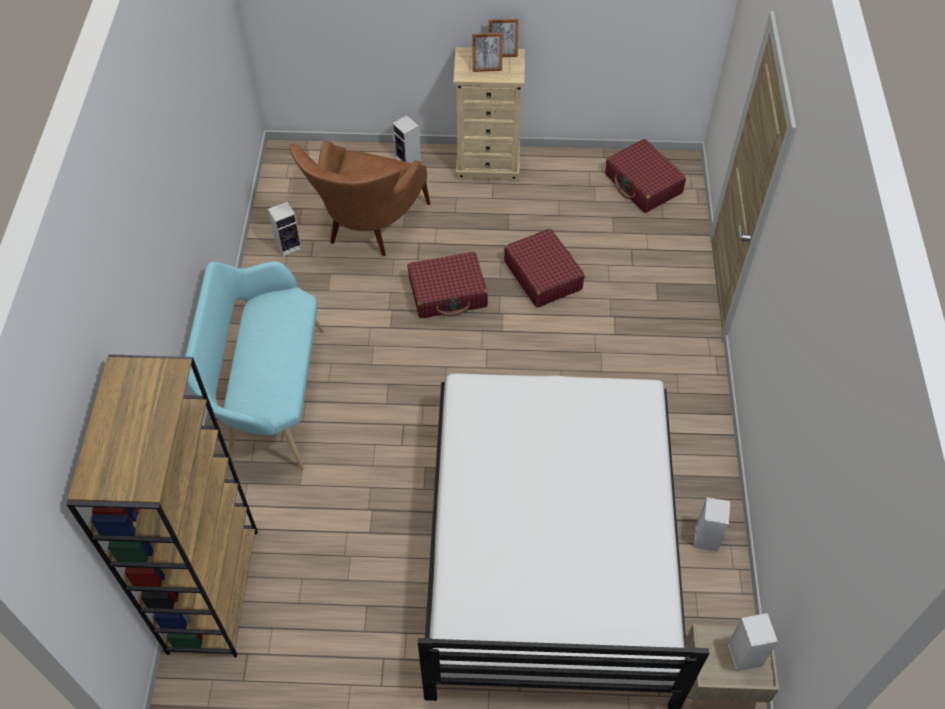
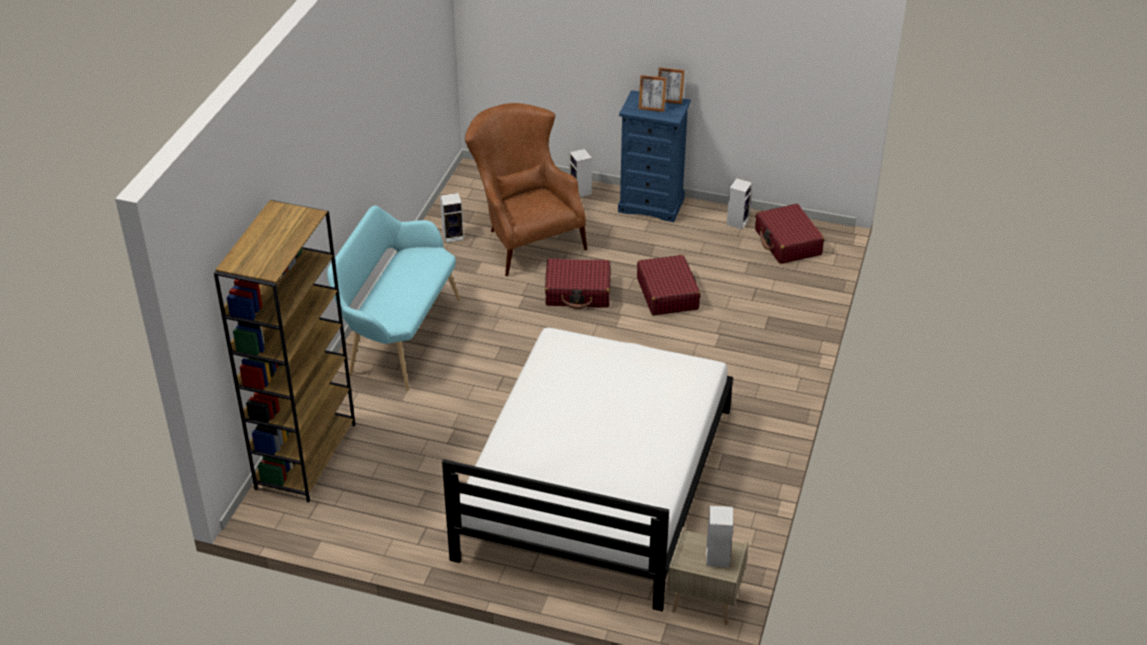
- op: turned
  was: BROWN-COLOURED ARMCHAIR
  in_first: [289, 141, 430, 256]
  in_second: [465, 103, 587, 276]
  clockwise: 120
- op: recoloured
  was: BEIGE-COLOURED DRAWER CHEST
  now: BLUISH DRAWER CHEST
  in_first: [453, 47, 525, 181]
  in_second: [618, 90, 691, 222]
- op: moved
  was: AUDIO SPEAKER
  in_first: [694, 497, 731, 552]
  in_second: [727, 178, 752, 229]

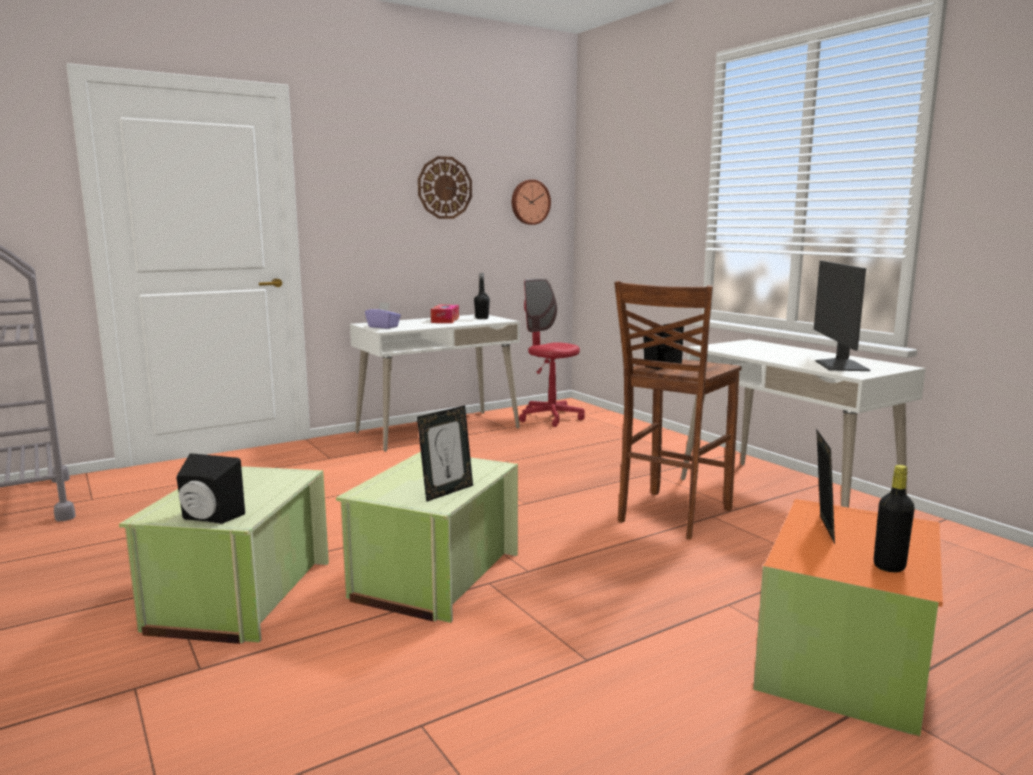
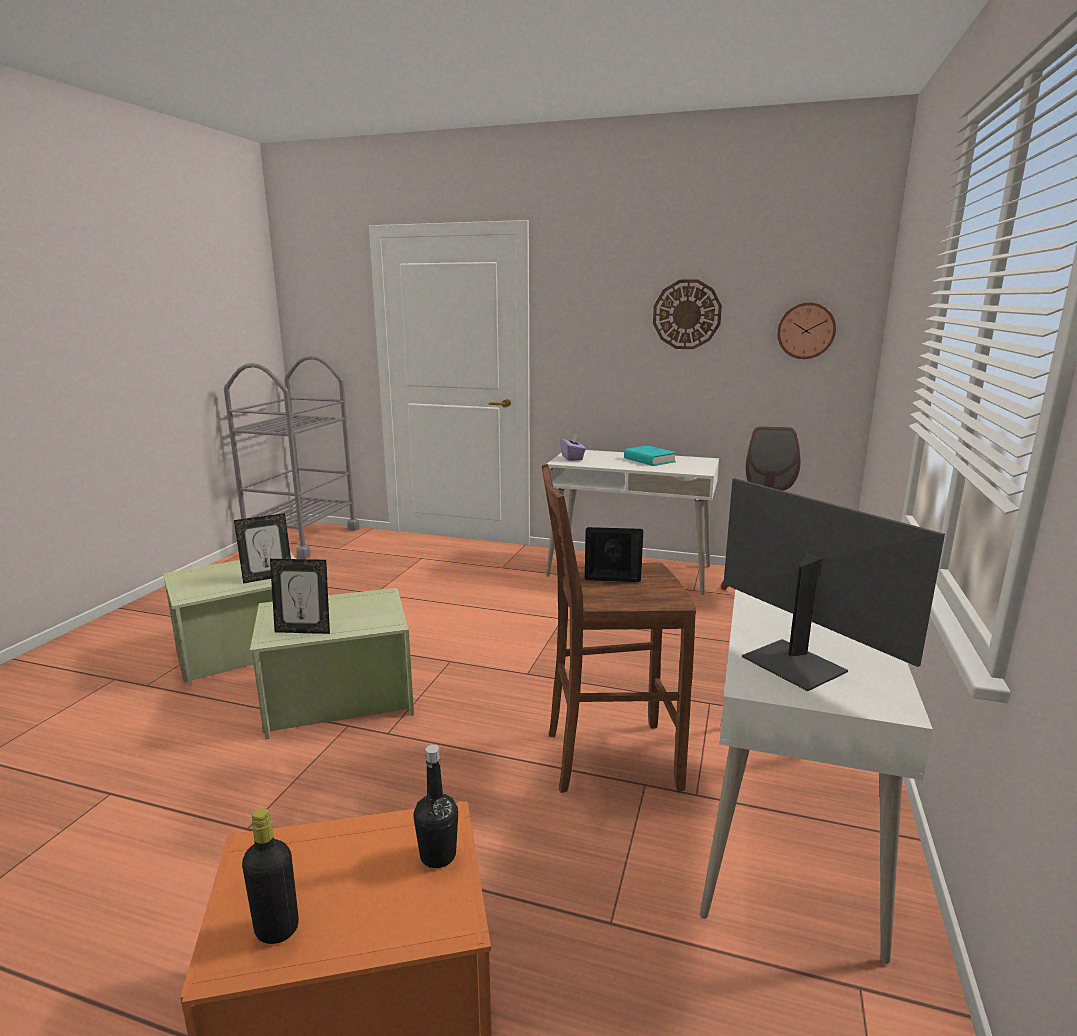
- op: removed
  was: BLACK AUDIO SPEAKER
  in_first: [176, 453, 245, 524]
- op: replaced
  was: TISSUE BOX
  now: BLUE-GREEN VOLUME
  in_first: [431, 305, 459, 323]
  in_second: [624, 445, 677, 466]
- op: moved
  was: BLACK DRINK BOTTLE
  in_first: [474, 273, 490, 319]
  in_second: [413, 745, 458, 868]
- op: turned
  was: COMPUTER DISPLAY
  in_first: [814, 261, 870, 371]
  in_second: [723, 478, 945, 691]
  clockwise: 90
- op: moved
  was: PHOTO FRAME
  in_first: [816, 429, 835, 544]
  in_second: [234, 513, 291, 583]

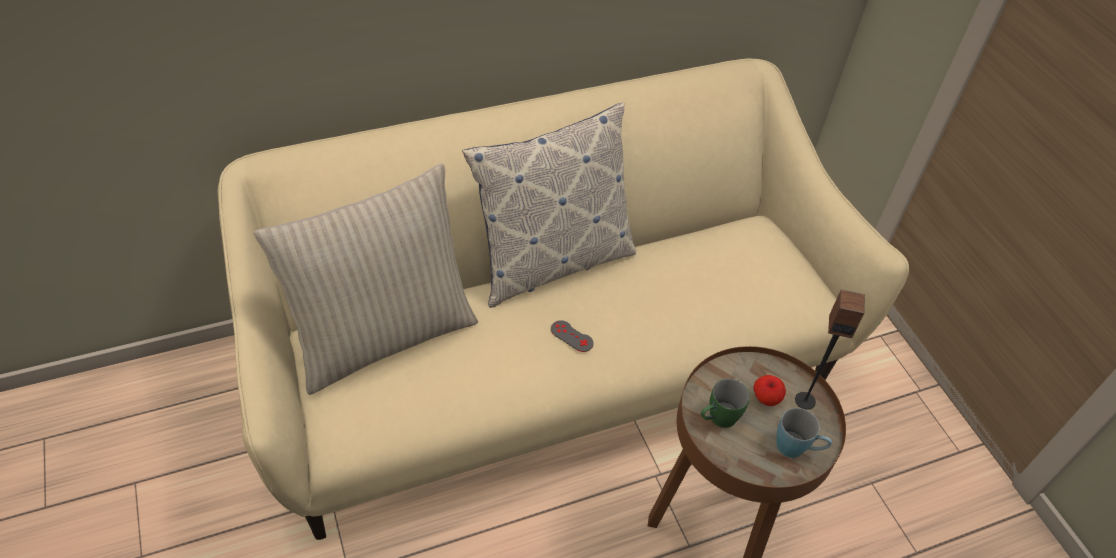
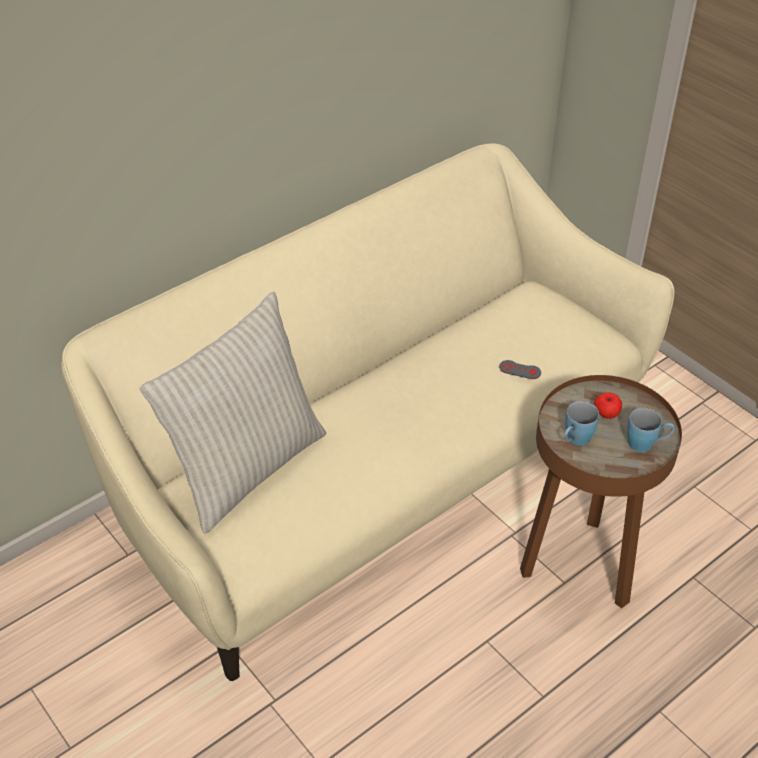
- op: removed
  was: PILLOW
  in_first: [462, 103, 636, 308]
- op: moved
  was: GRAY GAMEPAD
  in_first: [551, 320, 594, 352]
  in_second: [499, 360, 541, 379]
- op: recoloured
  was: GREENISH MUG
  now: BLUISH MUG
  in_first: [701, 378, 750, 428]
  in_second: [564, 401, 599, 446]
- op: removed
  was: AUDIO SPEAKER
  in_first: [795, 289, 865, 410]

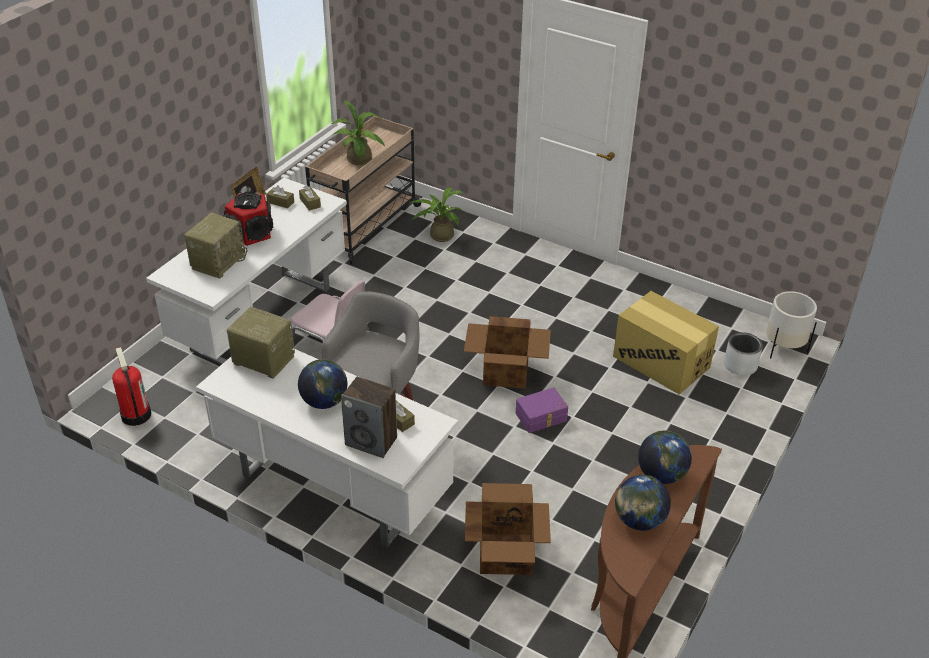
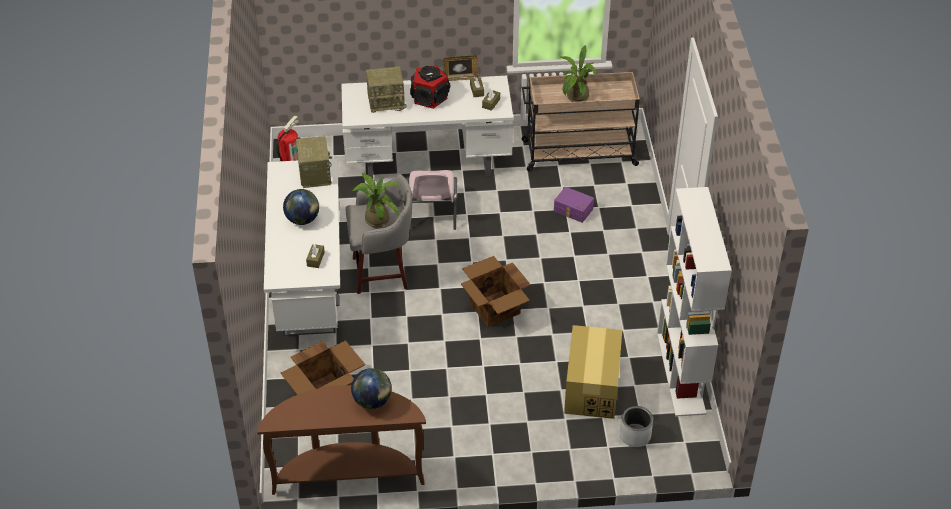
- op: removed
  was: AUDIO SPEAKER
  in_first: [341, 377, 397, 458]
- op: moved
  was: PLANT IN A POT
  in_first: [411, 187, 467, 242]
  in_second: [352, 173, 400, 228]
- op: moved
  was: PURPLISH STORAGE BIN
  in_first: [516, 388, 568, 433]
  in_second: [554, 187, 594, 223]
- op: removed
  was: DESK GLOBE
  in_first: [615, 475, 671, 531]
- op: removed
  was: WHITE PLANTER
  in_first: [766, 291, 817, 358]
- op: added
  now: WHITE BOOKSHELF
  in_second: [657, 187, 732, 417]

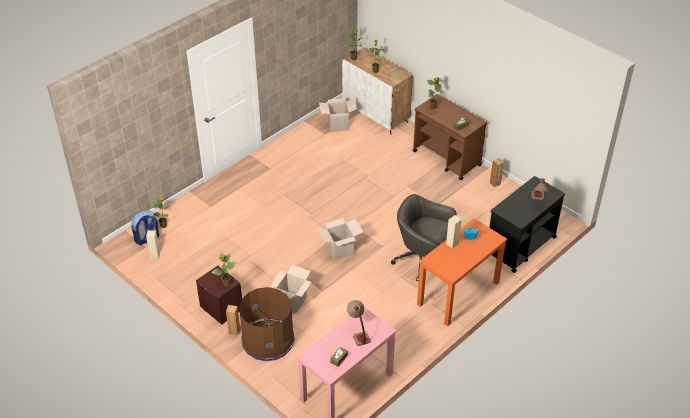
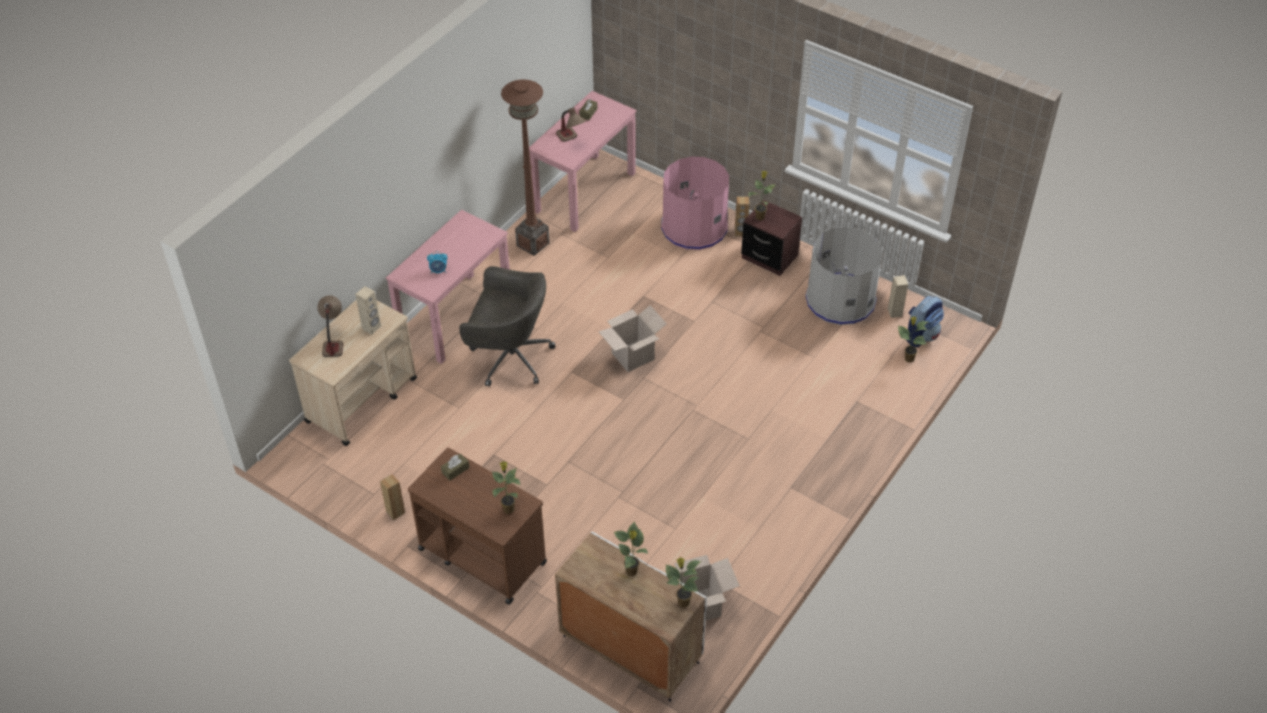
- op: recoloured
  was: BROWN-COLOURED TRASH CAN
  now: PINK TRASH CAN
  in_first: [239, 287, 295, 361]
  in_second: [661, 157, 729, 250]
- op: removed
  was: CARDBOARD BOX
  in_first: [271, 265, 312, 313]
- op: recoloured
  was: ORANGE DESK
  now: PINK DESK
  in_first: [417, 218, 507, 326]
  in_second: [386, 209, 510, 364]
- op: moved
  was: BEIGE-COLOURED AUDIO SPEAKER
  in_first: [446, 215, 462, 249]
  in_second: [355, 286, 381, 335]
- op: recoloured
  was: BLACK WHEELED CART
  now: BEIGE-COLOURED WHEELED CART
  in_first: [489, 176, 565, 273]
  in_second: [289, 300, 417, 446]
- op: added
  now: BROWN-COLOURED STANDING LAMP
  in_second: [501, 79, 550, 256]
- op: added
  now: GRAY TRASH CAN
  in_second: [806, 227, 883, 325]

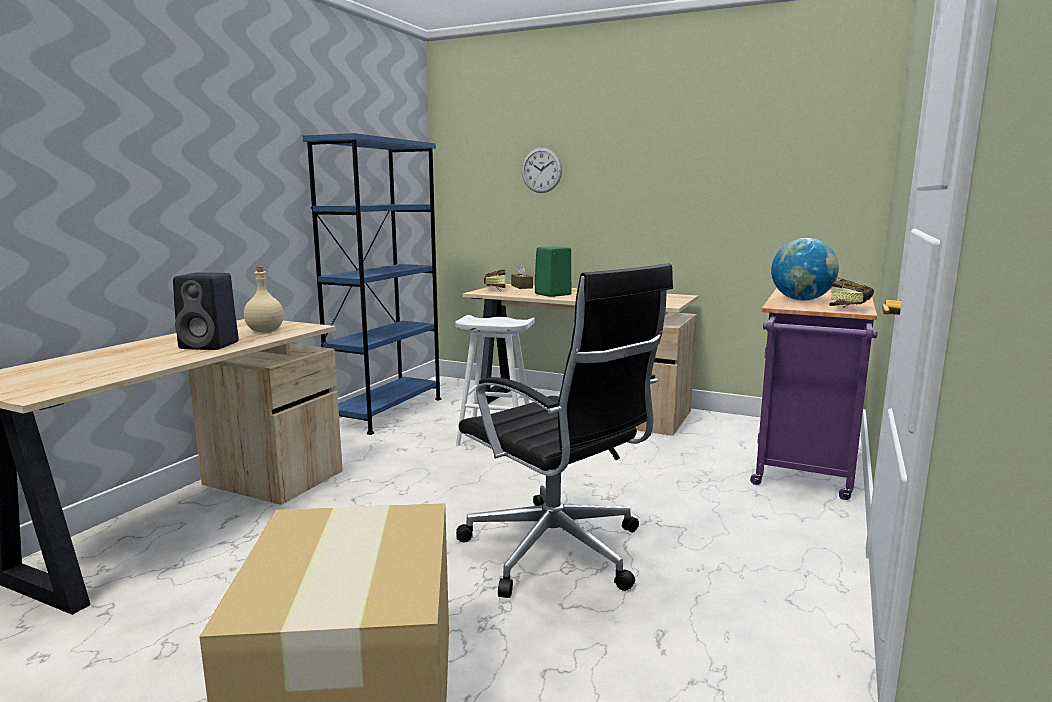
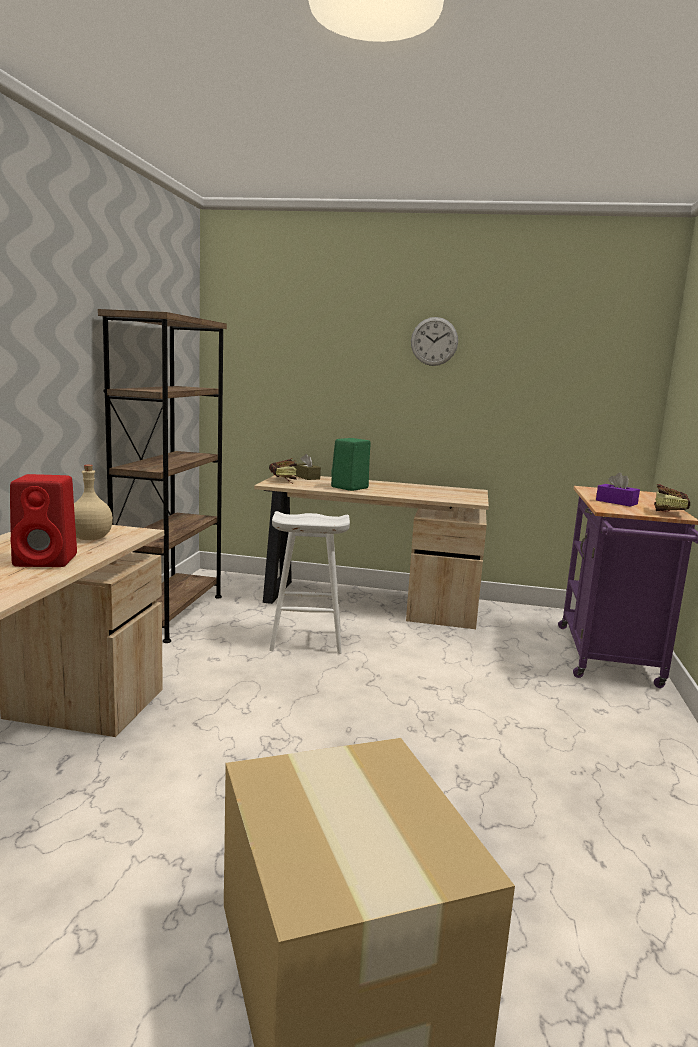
- op: recoloured
  was: BLACK AUDIO SPEAKER
  now: RED AUDIO SPEAKER
  in_first: [173, 272, 239, 350]
  in_second: [10, 474, 77, 567]
- op: recoloured
  was: BLUISH BOOKSHELF
  now: BROWN-COLOURED BOOKSHELF
  in_first: [303, 133, 441, 435]
  in_second: [98, 309, 227, 643]
- op: removed
  was: BLACK DESK CHAIR
  in_first: [456, 263, 673, 598]
- op: moved
  was: WALL CLOCK
  in_first: [522, 147, 562, 193]
  in_second: [411, 317, 458, 366]
- op: replaced
  was: DESK GLOBE
  now: PURPLISH TISSUE BOX
  in_first: [771, 238, 839, 301]
  in_second: [596, 473, 640, 507]

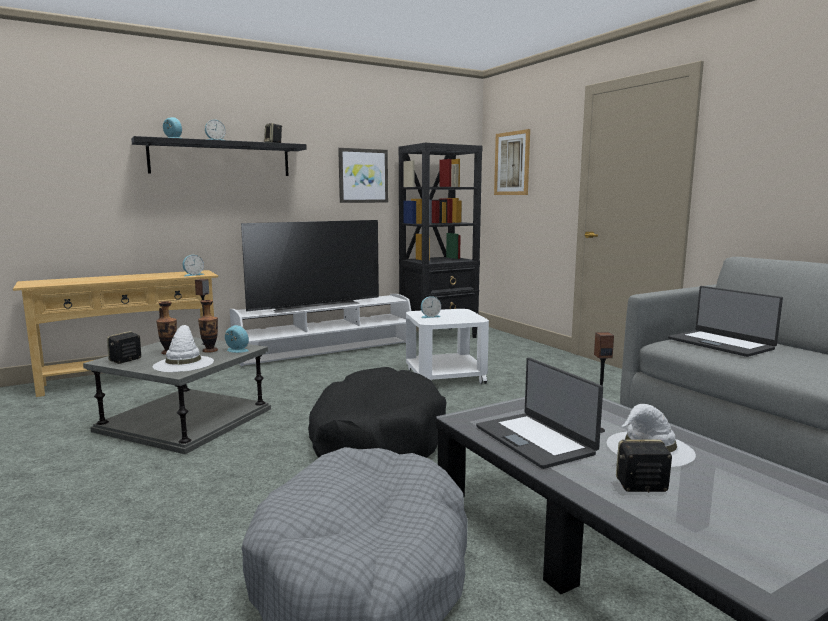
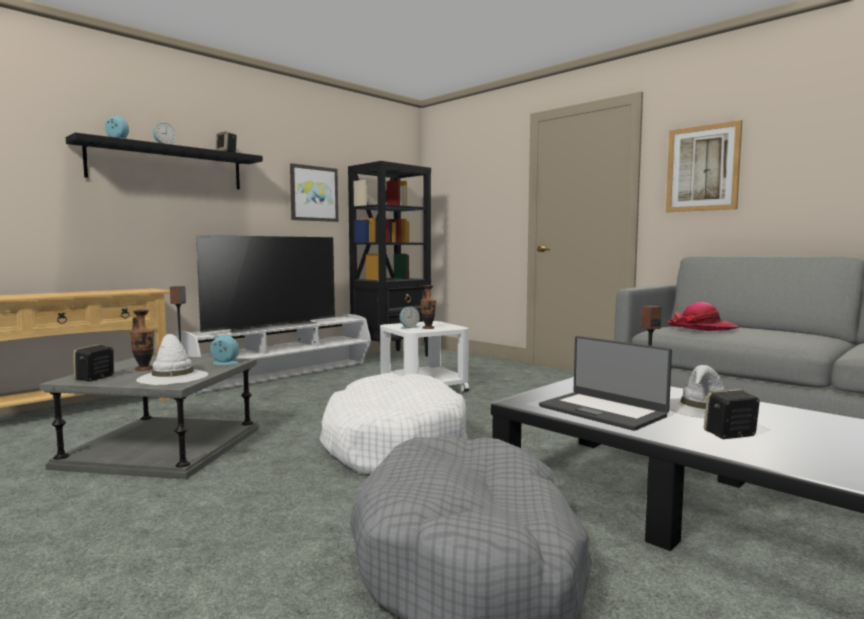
- op: removed
  was: BEDSIDE CLOCK
  in_first: [183, 255, 204, 276]
- op: moved
  was: FLOWER VASE
  in_first: [198, 300, 218, 353]
  in_second: [421, 285, 436, 329]
- op: recoloured
  was: BLACK DOG CUSHION
  now: WHITE DOG CUSHION
  in_first: [308, 367, 446, 458]
  in_second: [319, 373, 467, 474]
- op: moved
  was: PICTURE
  in_first: [494, 129, 530, 195]
  in_second: [666, 120, 742, 212]
- op: replaced
  was: LAPTOP
  now: HAT
  in_first: [668, 286, 783, 357]
  in_second: [666, 302, 739, 331]

